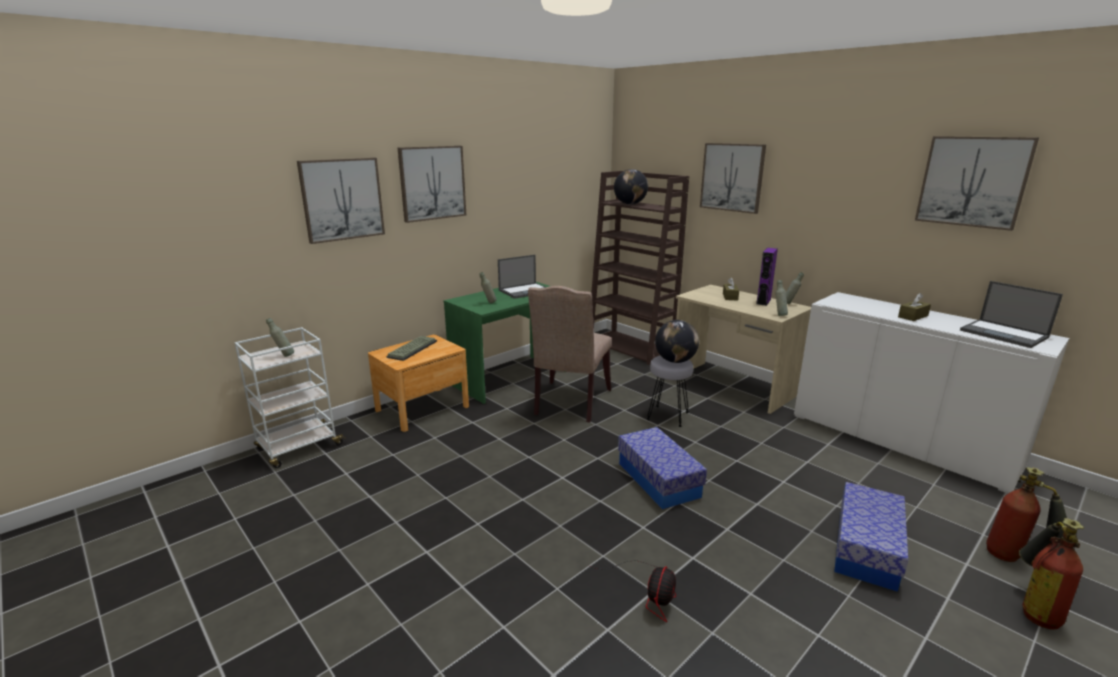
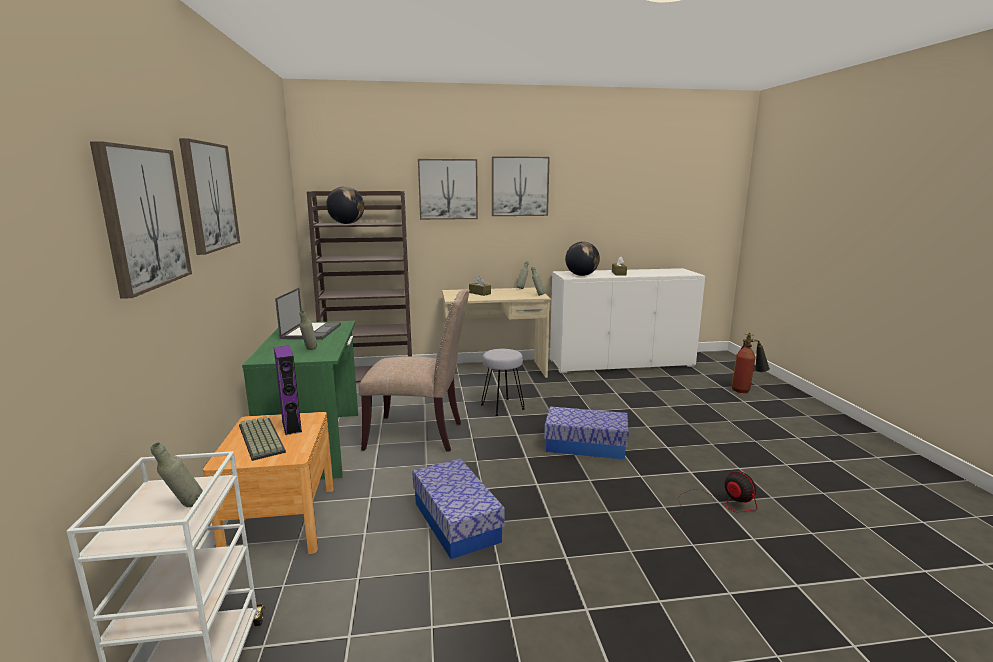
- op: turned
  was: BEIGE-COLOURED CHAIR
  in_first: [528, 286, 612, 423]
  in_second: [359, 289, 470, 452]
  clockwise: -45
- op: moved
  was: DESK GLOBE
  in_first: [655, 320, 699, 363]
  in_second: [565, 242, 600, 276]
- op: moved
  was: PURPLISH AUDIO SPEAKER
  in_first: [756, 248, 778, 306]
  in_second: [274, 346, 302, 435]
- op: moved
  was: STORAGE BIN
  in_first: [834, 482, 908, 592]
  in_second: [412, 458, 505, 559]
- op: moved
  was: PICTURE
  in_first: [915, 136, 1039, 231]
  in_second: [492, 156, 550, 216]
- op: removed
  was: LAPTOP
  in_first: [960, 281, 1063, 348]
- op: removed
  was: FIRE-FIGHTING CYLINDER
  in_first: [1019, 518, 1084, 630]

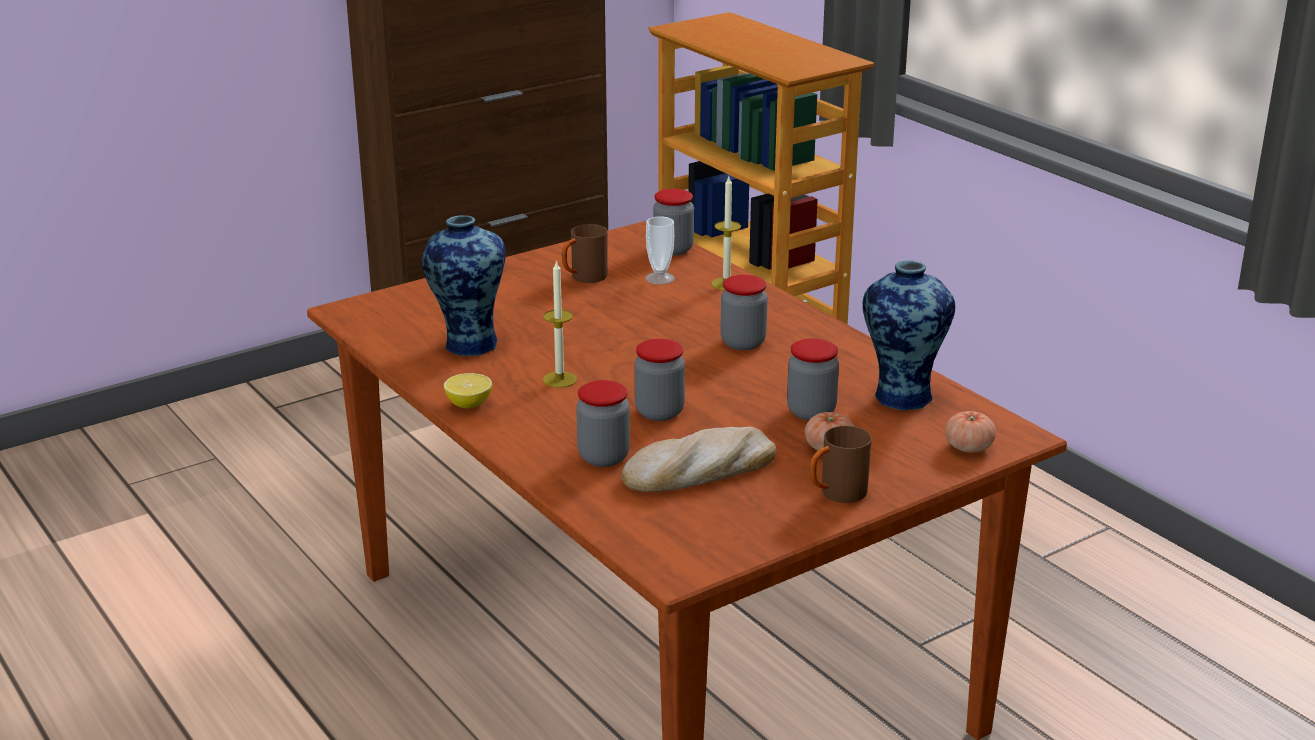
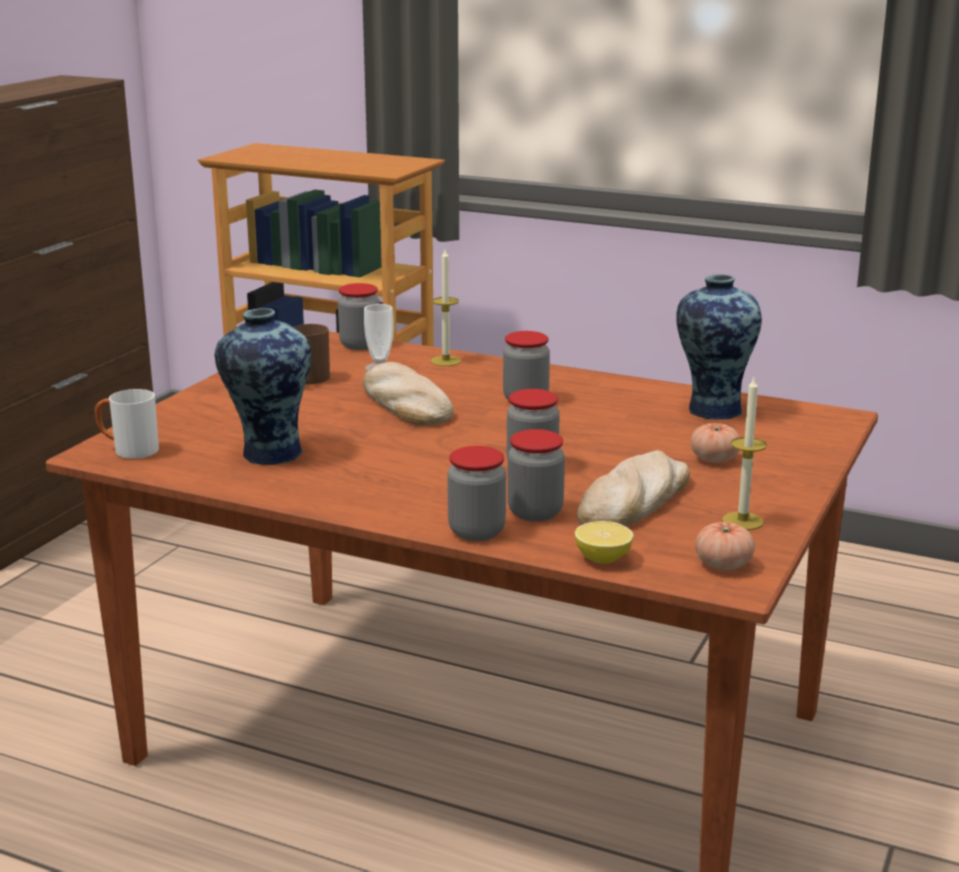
- op: moved
  was: LEMON
  in_first: [444, 373, 492, 408]
  in_second: [575, 521, 633, 564]
- op: moved
  was: WAX CANDLE
  in_first: [543, 260, 577, 388]
  in_second: [722, 378, 767, 530]
- op: moved
  was: JAR
  in_first: [787, 338, 839, 420]
  in_second: [447, 446, 506, 541]
- op: removed
  was: BROWN-COLOURED MUG
  in_first: [810, 426, 872, 503]
- op: moved
  was: WHOLE TOMATO
  in_first: [945, 411, 996, 453]
  in_second: [695, 522, 755, 570]
- op: added
  now: WHITE MUG
  in_second: [95, 389, 159, 459]
- op: added
  now: BAKED BREAD
  in_second: [363, 362, 454, 426]

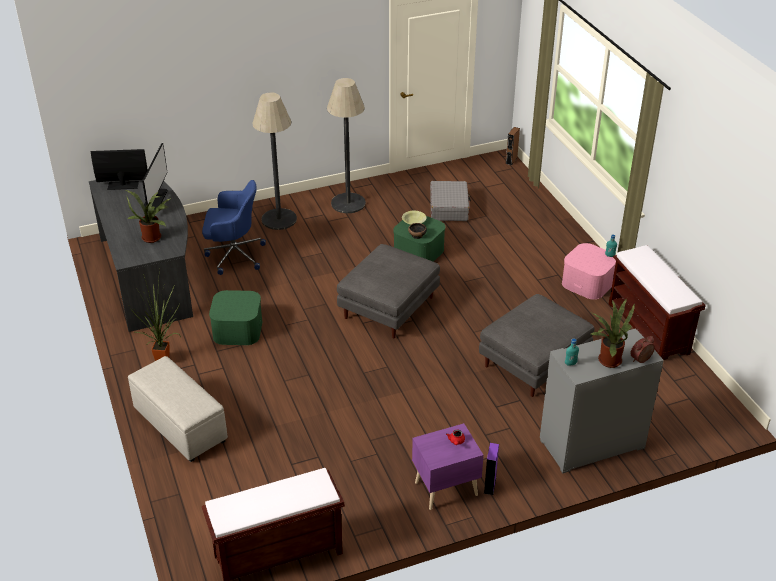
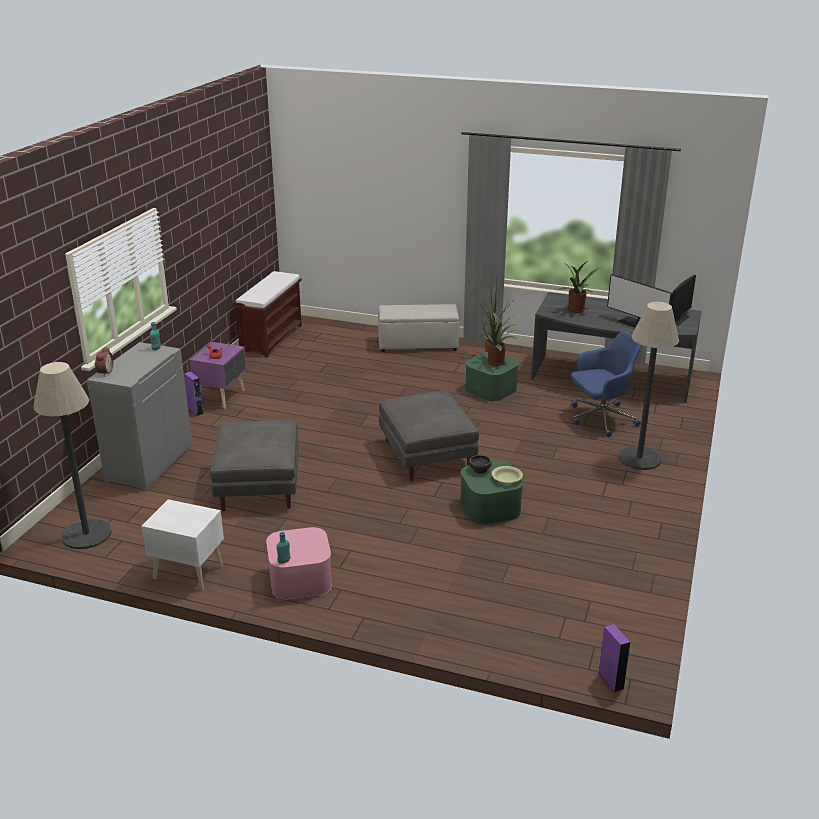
- op: turned
  was: BLUISH DESK CHAIR
  in_first: [202, 180, 266, 275]
  in_second: [571, 331, 641, 437]
  clockwise: -150
- op: moved
  was: STANDING LAMP
  in_first: [327, 78, 366, 213]
  in_second: [33, 362, 111, 549]
- op: removed
  was: GRAY SUITCASE
  in_first: [430, 181, 471, 221]
- op: recoloured
  was: BROWN-COLOURED AUDIO SPEAKER
  now: PURPLISH AUDIO SPEAKER
  in_first: [506, 127, 520, 165]
  in_second: [599, 624, 630, 692]
- op: moved
  was: PLANT IN A POT
  in_first: [591, 298, 635, 368]
  in_second: [483, 313, 518, 366]
- op: replaced
  was: BROWN-COLOURED INDOOR BENCH
  now: WHITE NIGHTSTAND
  in_first: [609, 245, 706, 360]
  in_second: [141, 499, 224, 590]

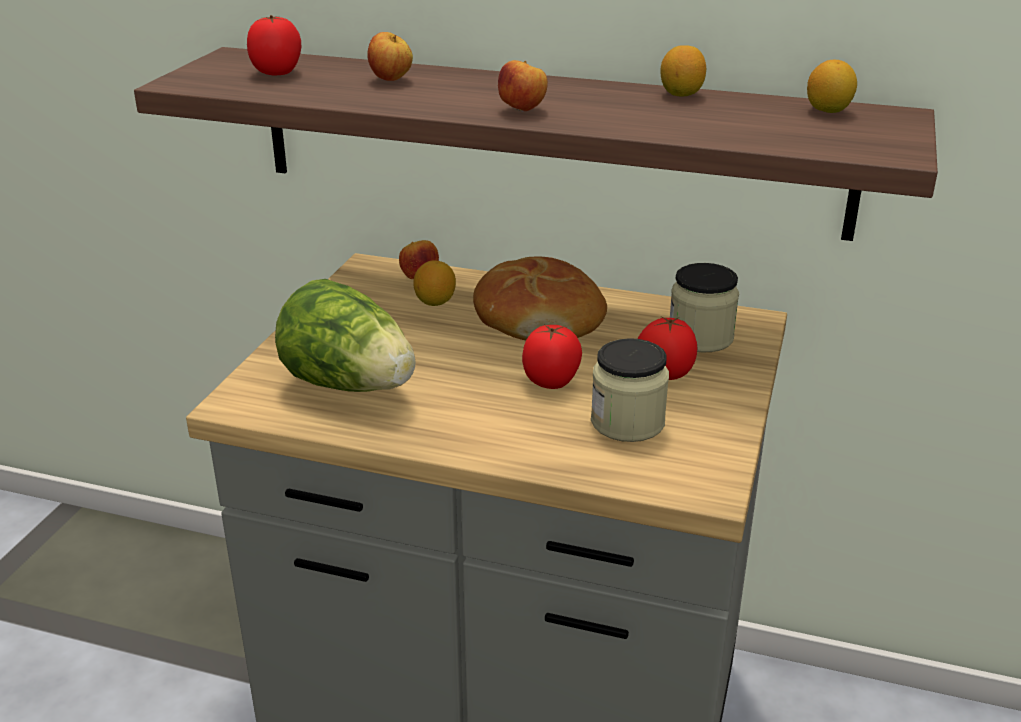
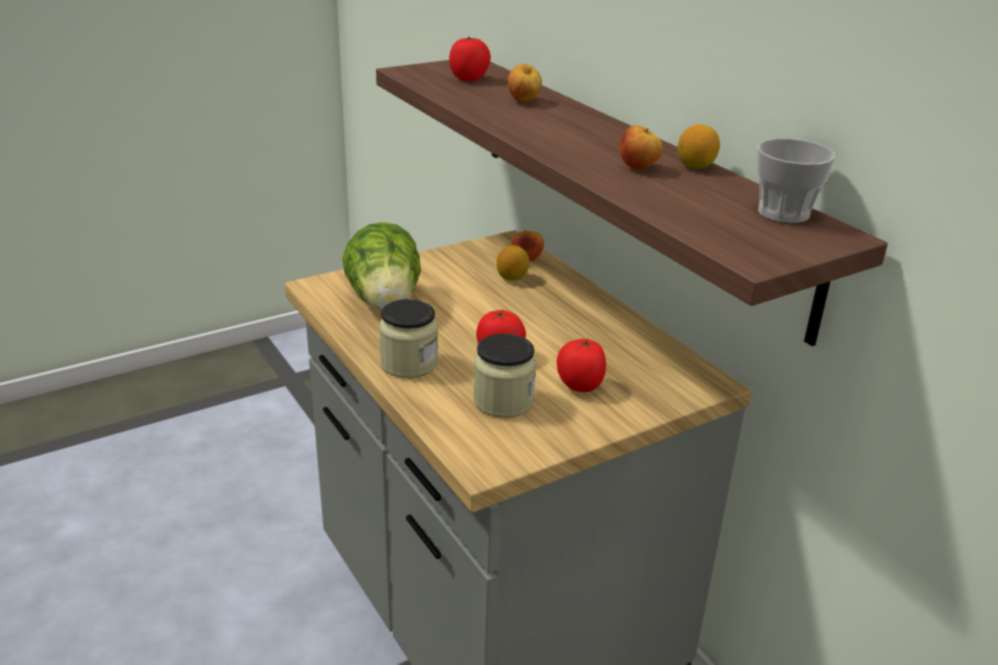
- op: removed
  was: BAKED BREAD
  in_first: [473, 256, 607, 340]
- op: moved
  was: WHOLE APPLE
  in_first: [498, 60, 548, 112]
  in_second: [620, 125, 663, 170]
- op: moved
  was: JAR
  in_first: [670, 263, 739, 352]
  in_second: [379, 299, 438, 378]
- op: replaced
  was: LEMON
  now: DRINKING CUP
  in_first: [807, 60, 857, 113]
  in_second: [757, 138, 835, 223]

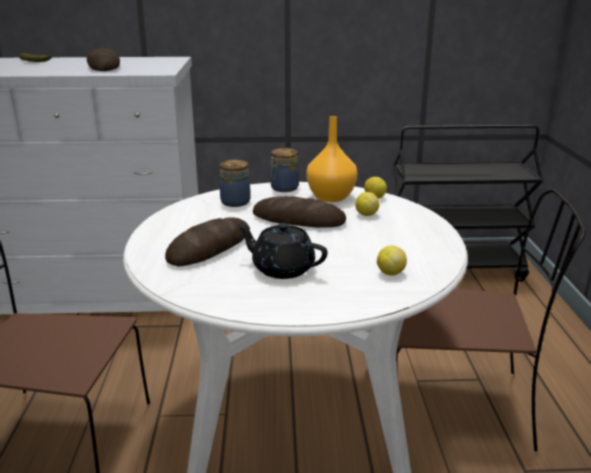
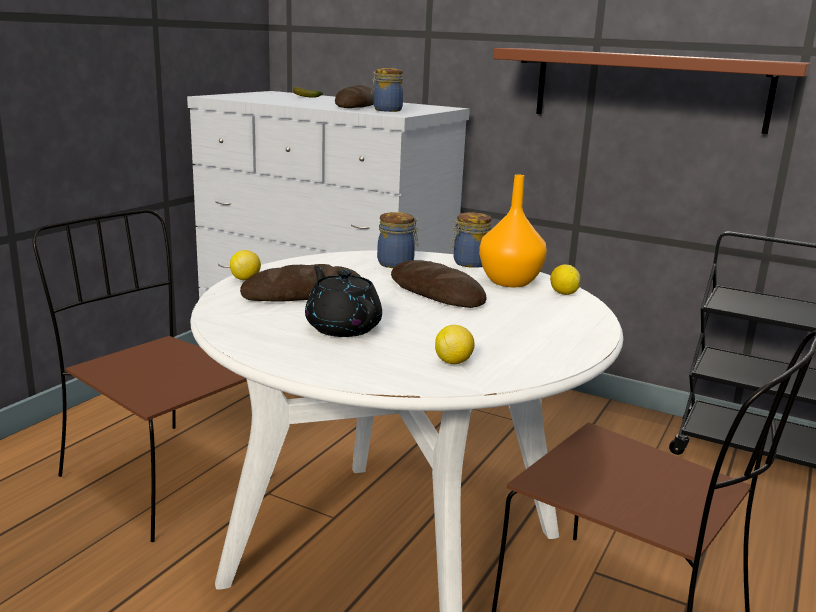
- op: moved
  was: LEMON
  in_first: [355, 192, 379, 216]
  in_second: [230, 250, 261, 280]
- op: added
  now: JAR
  in_second: [371, 68, 403, 112]
- op: added
  now: BROWN-COLOURED WALL SHELF
  in_second: [493, 48, 811, 134]

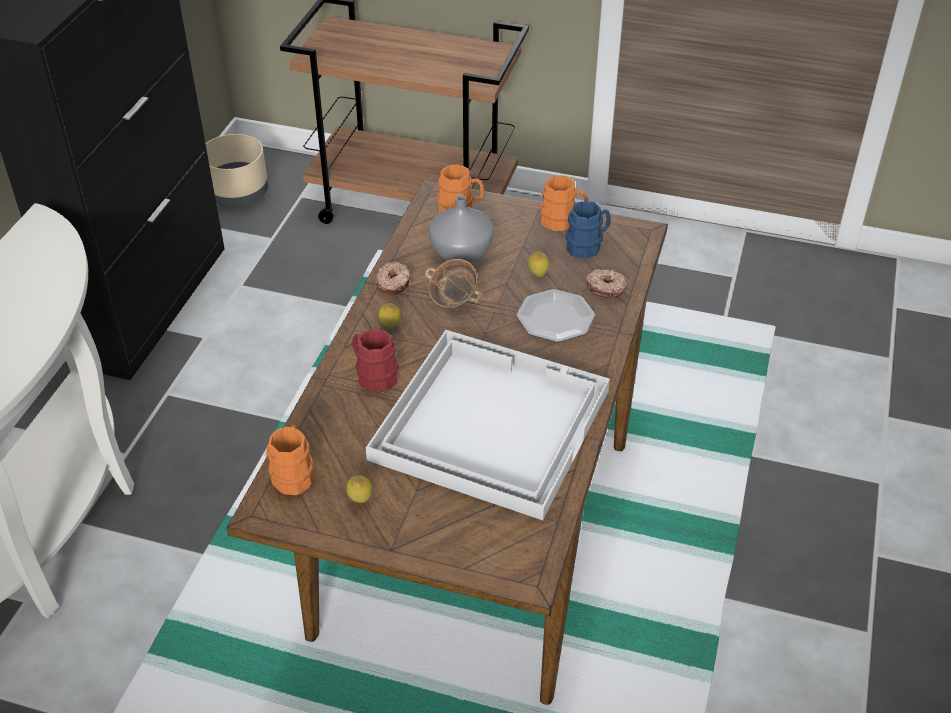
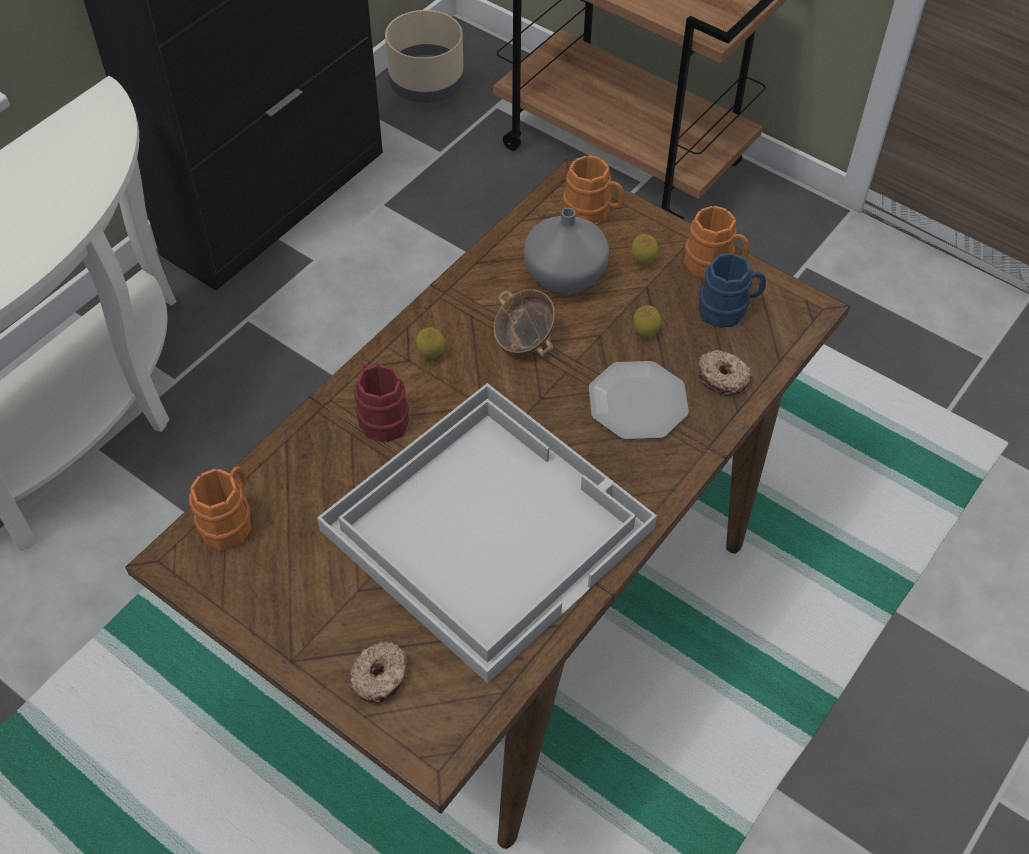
- op: moved
  was: LEMON
  in_first: [347, 475, 372, 503]
  in_second: [632, 234, 658, 265]
- op: moved
  was: DONUT
  in_first: [376, 262, 411, 295]
  in_second: [349, 641, 408, 703]

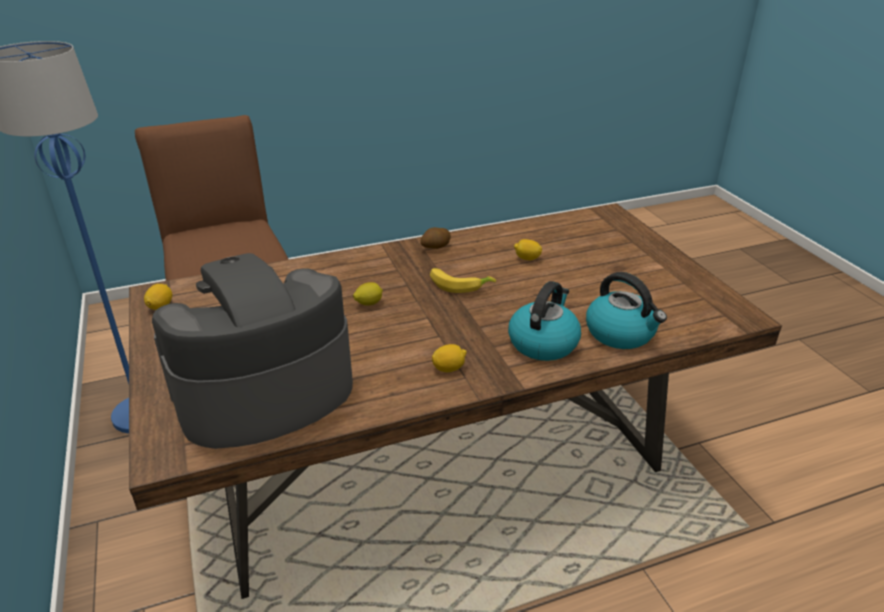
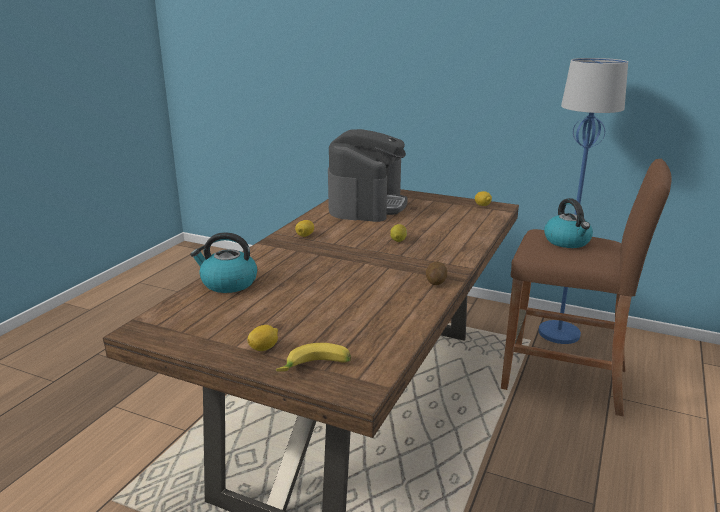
- op: moved
  was: BANANA FRUIT
  in_first: [430, 268, 496, 293]
  in_second: [276, 343, 351, 372]
- op: moved
  was: WATER KETTLE
  in_first: [508, 281, 581, 361]
  in_second: [544, 198, 593, 248]
- op: moved
  was: LEMON
  in_first: [514, 239, 542, 260]
  in_second: [247, 325, 278, 351]

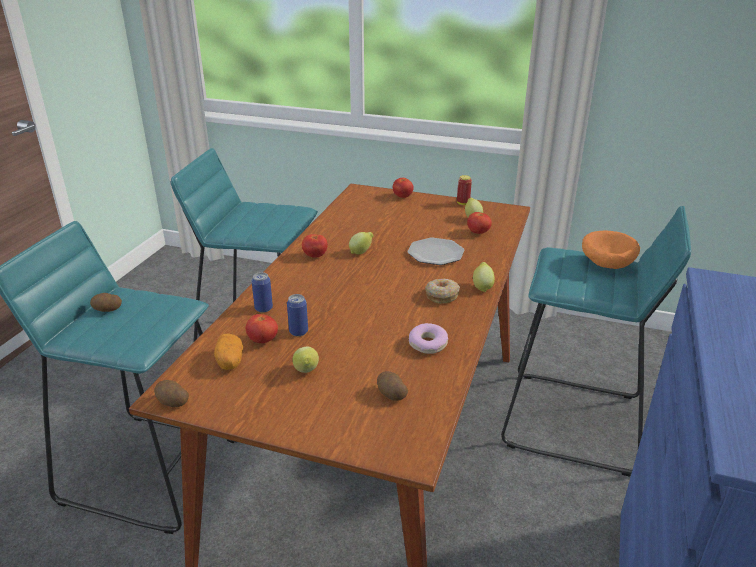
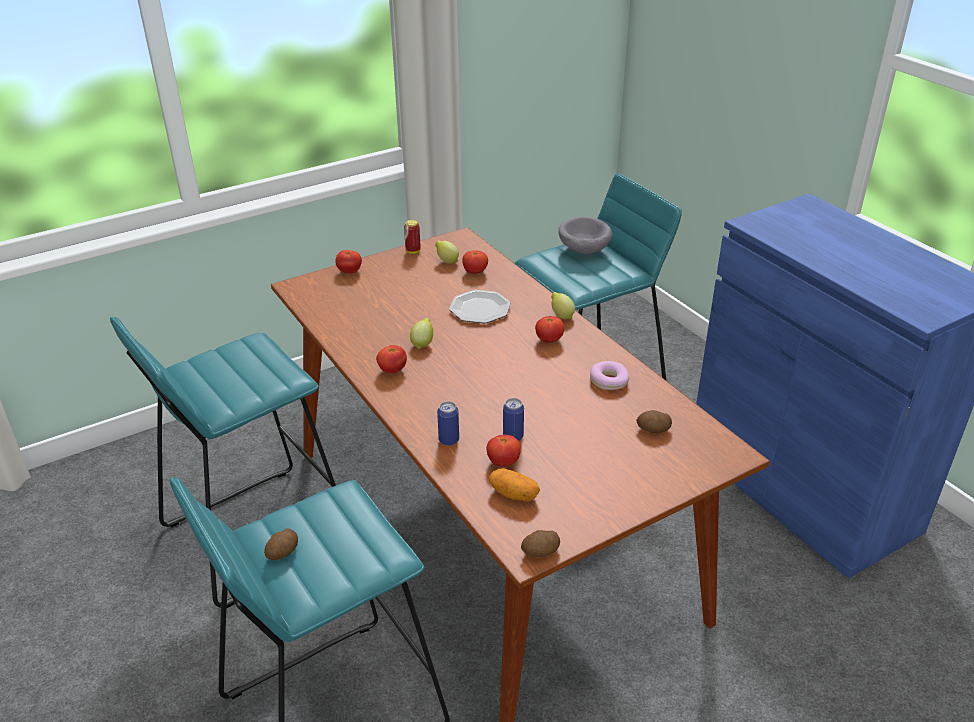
- op: removed
  was: LEMON
  in_first: [293, 347, 319, 373]
- op: replaced
  was: DONUT
  now: WHOLE TOMATO
  in_first: [425, 279, 460, 304]
  in_second: [535, 316, 564, 343]
- op: recoloured
  was: ORANGE DEEP DISH
  now: GRAY DEEP DISH
  in_first: [582, 231, 640, 269]
  in_second: [558, 217, 613, 254]

